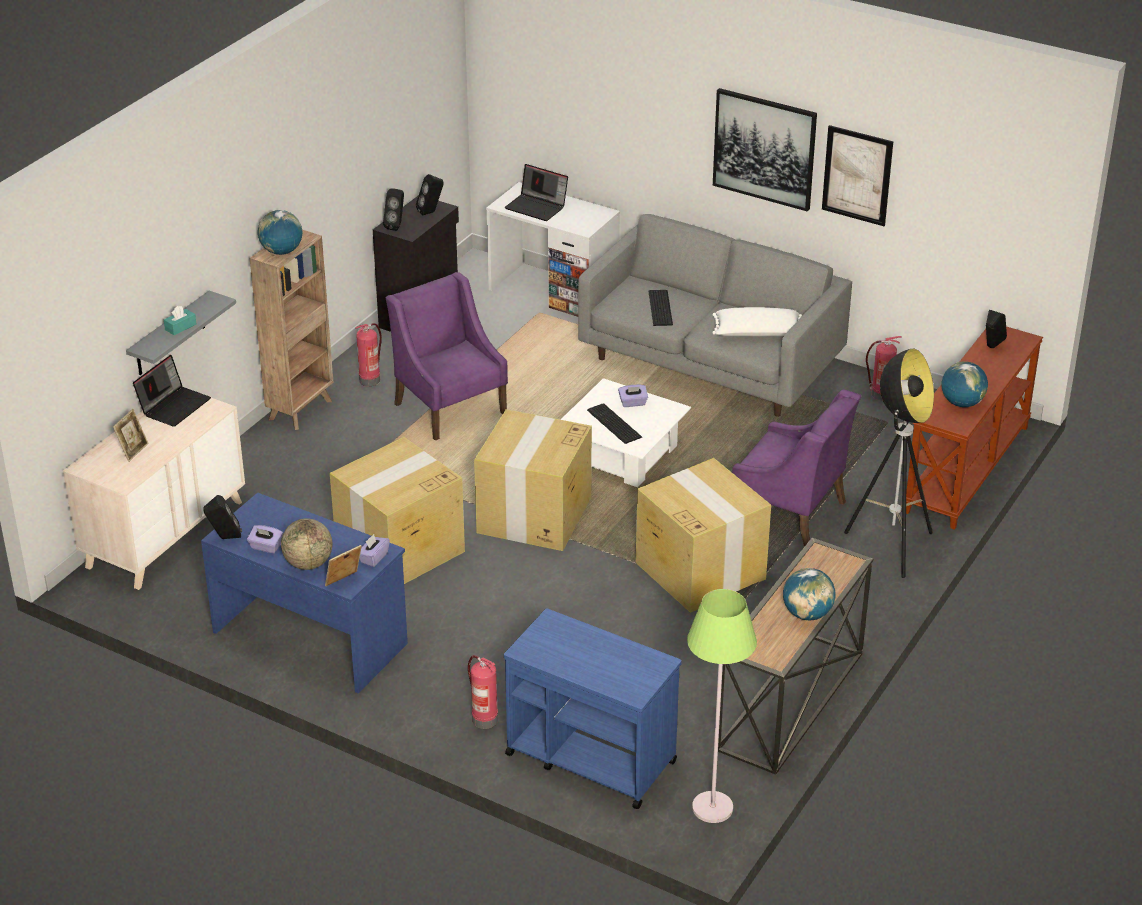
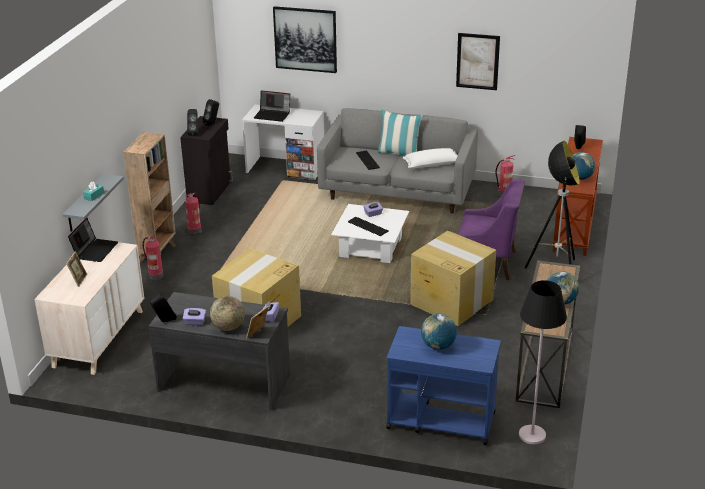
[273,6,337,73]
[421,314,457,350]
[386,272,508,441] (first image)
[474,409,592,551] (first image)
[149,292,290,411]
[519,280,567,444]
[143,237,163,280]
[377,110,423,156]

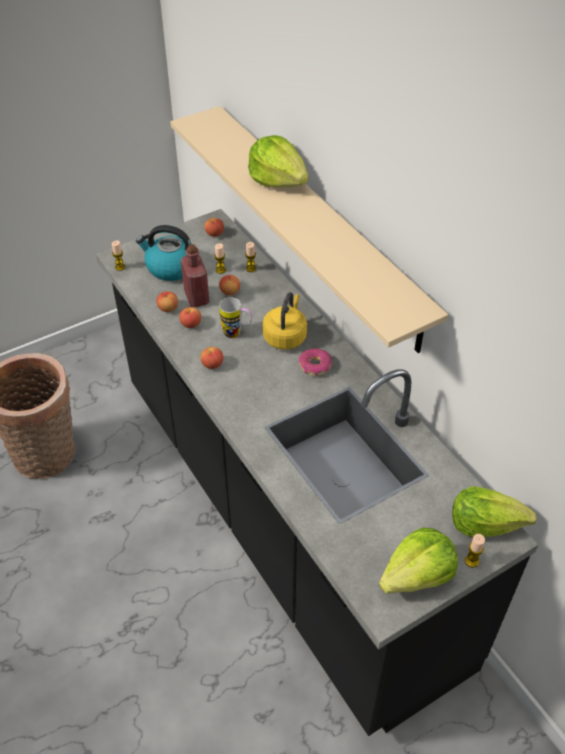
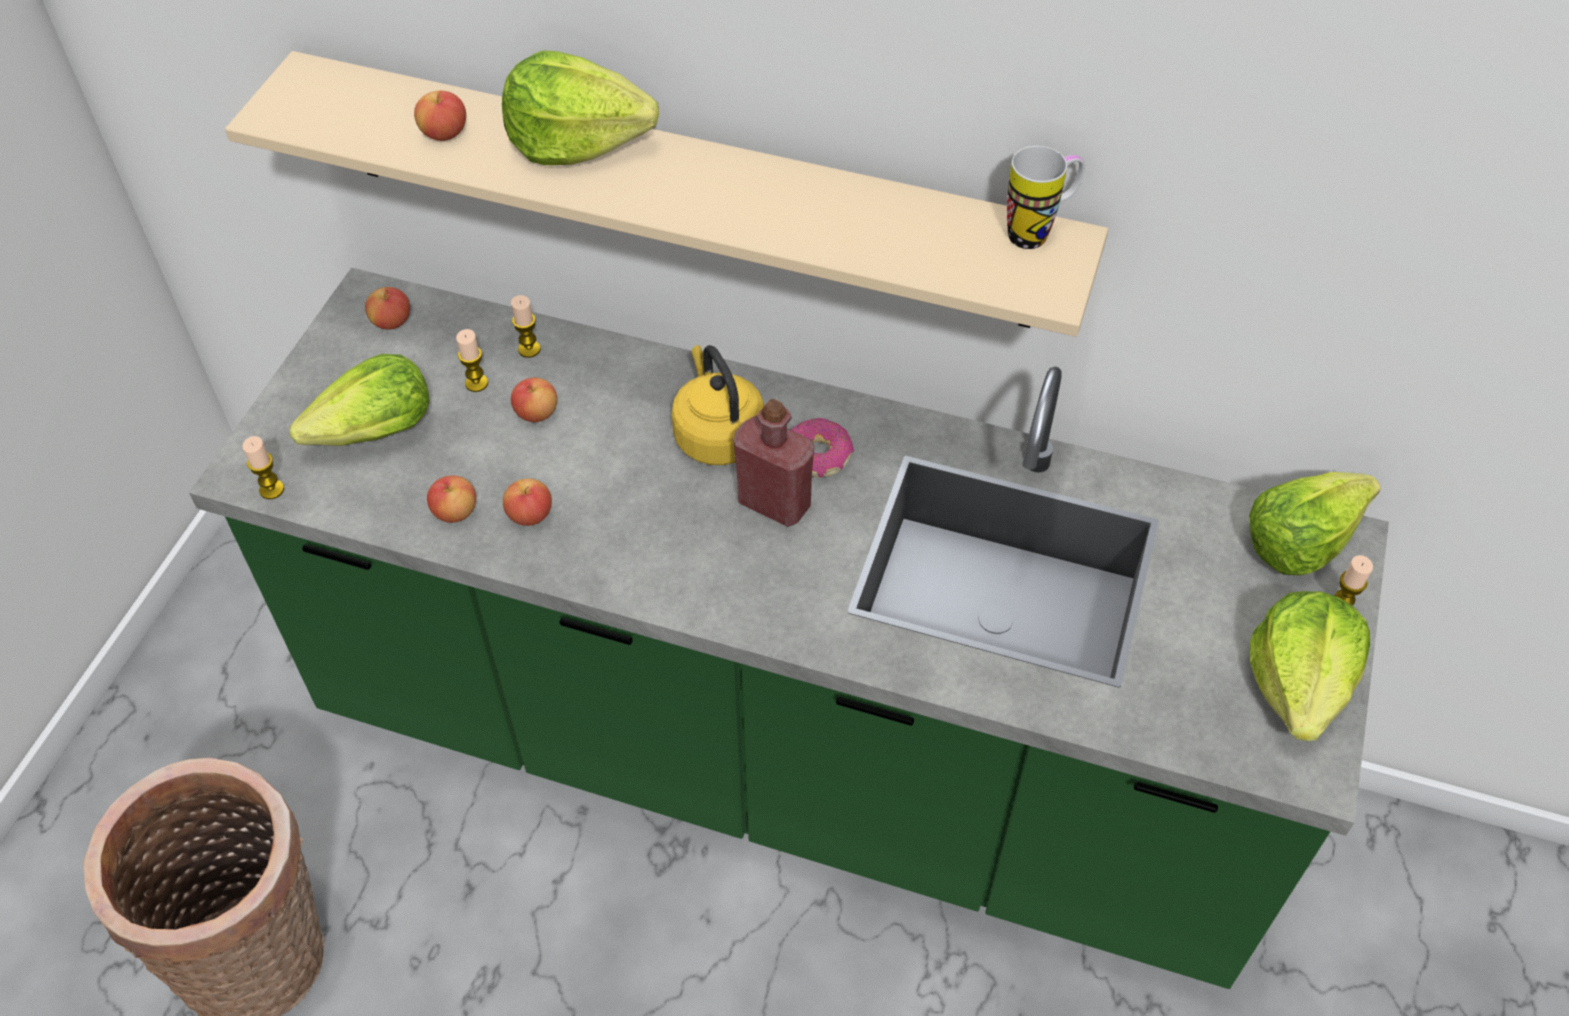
[189,267,1389,989]
[290,354,430,446]
[734,399,814,527]
[1007,146,1085,249]
[414,91,466,141]

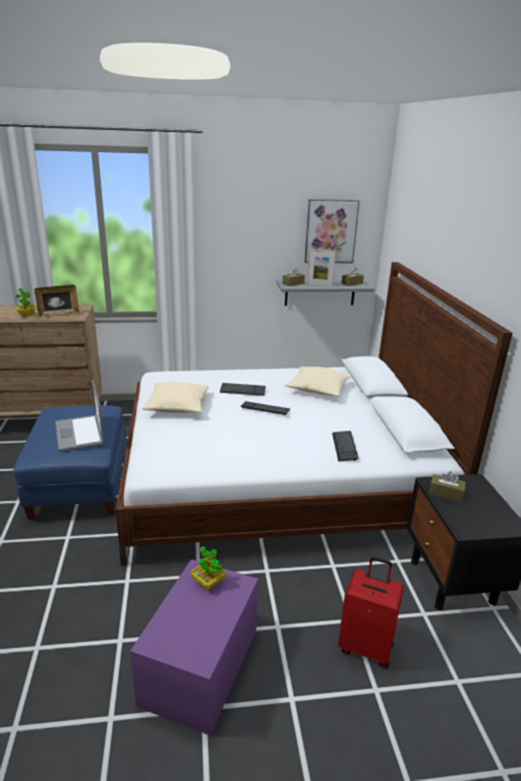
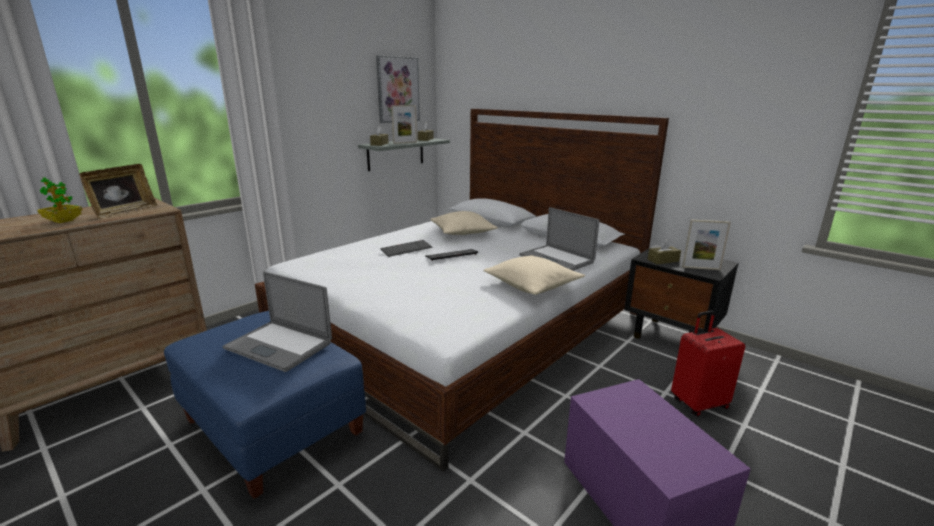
[483,255,585,295]
[519,207,599,271]
[191,547,226,590] (first image)
[682,220,731,270]

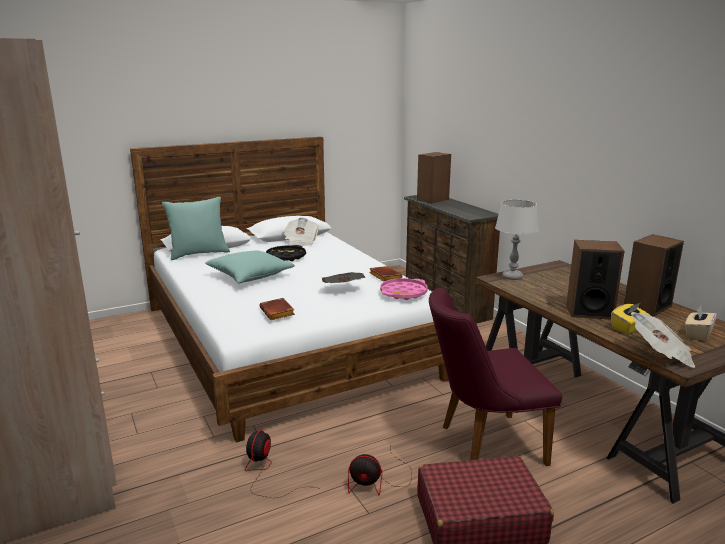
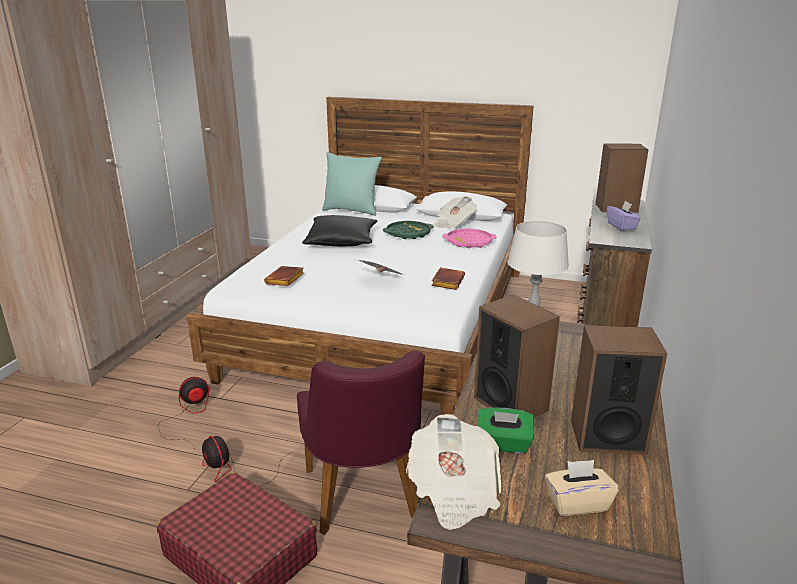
[383,221,434,239]
[302,215,378,246]
[442,229,497,248]
[297,351,425,535]
[477,408,533,454]
[607,201,641,231]

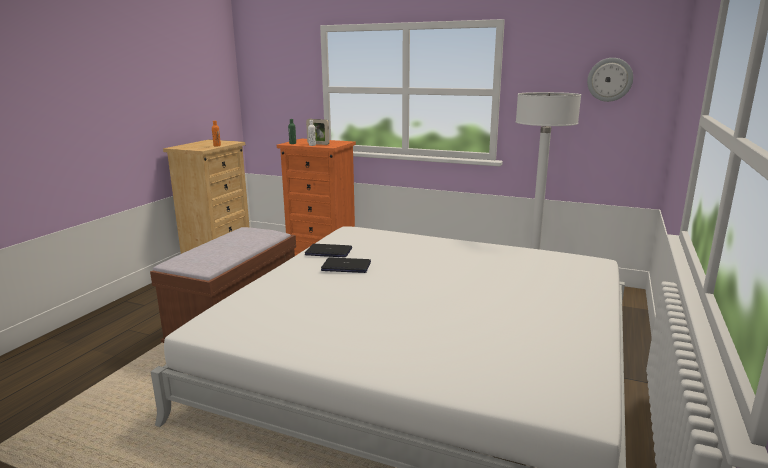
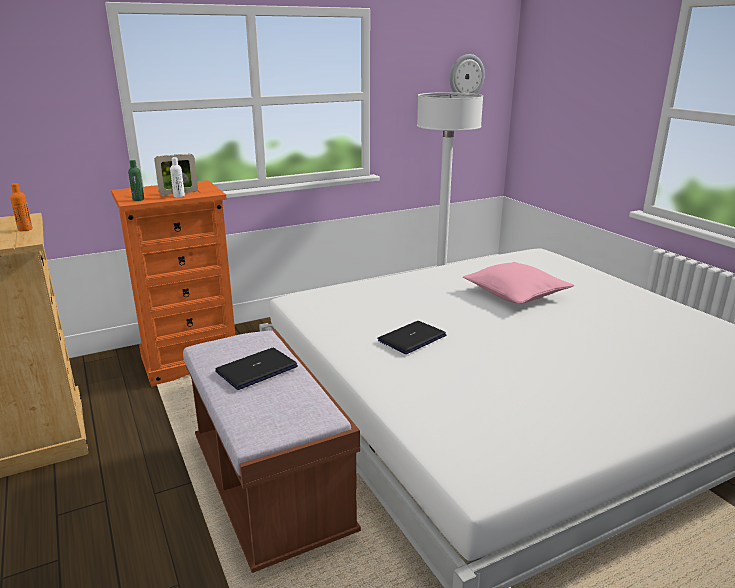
[215,348,298,390]
[463,262,574,304]

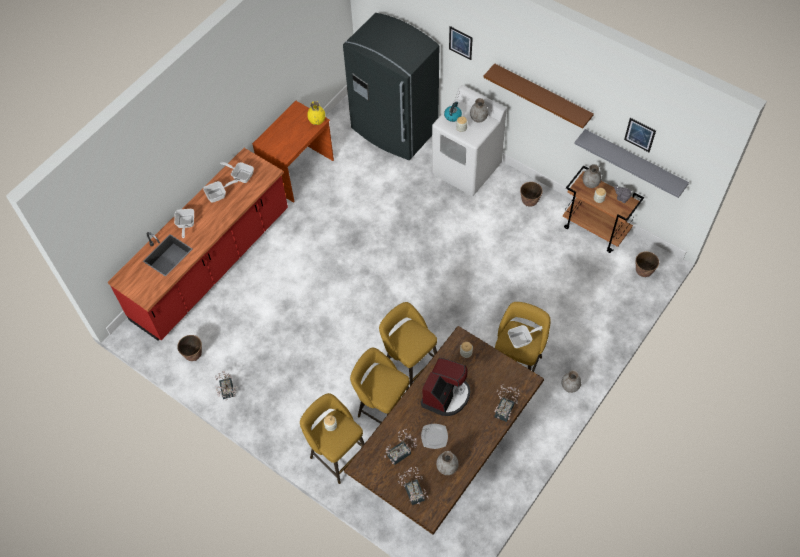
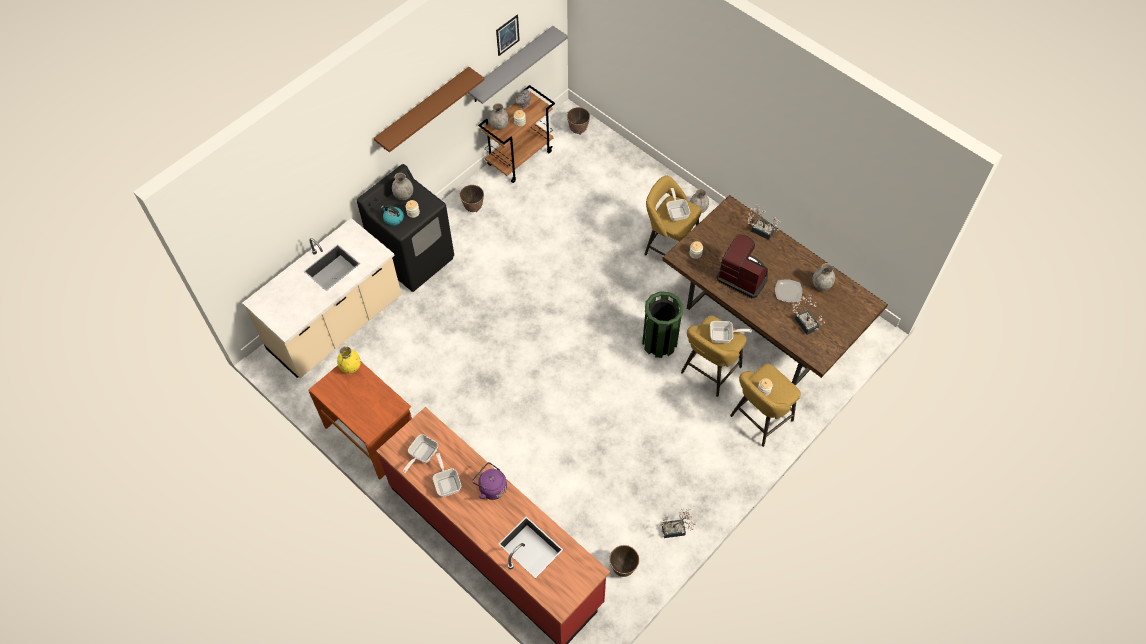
[242,218,401,378]
[449,26,473,60] (first image)
[357,164,454,292]
[710,321,752,343]
[642,291,683,358]
[398,467,429,505] (first image)
[472,462,507,500]

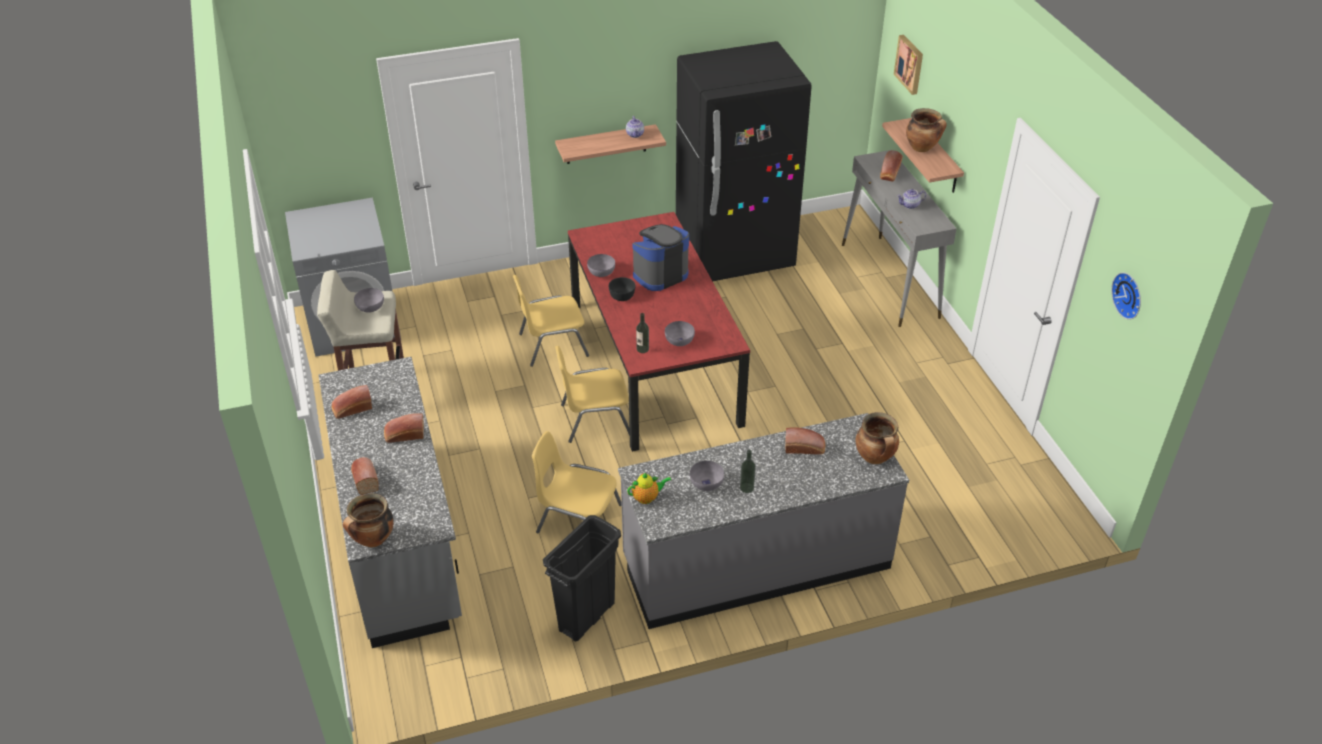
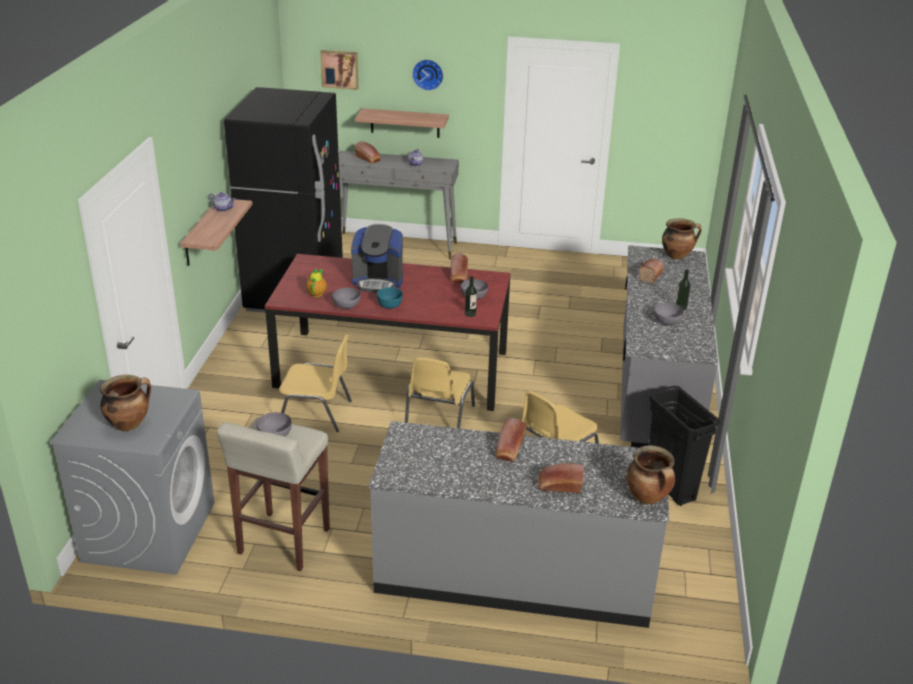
[100,375,151,431]
[351,224,403,293]
[412,59,443,91]
[279,334,352,432]
[377,287,403,309]
[451,253,468,283]
[306,268,327,297]

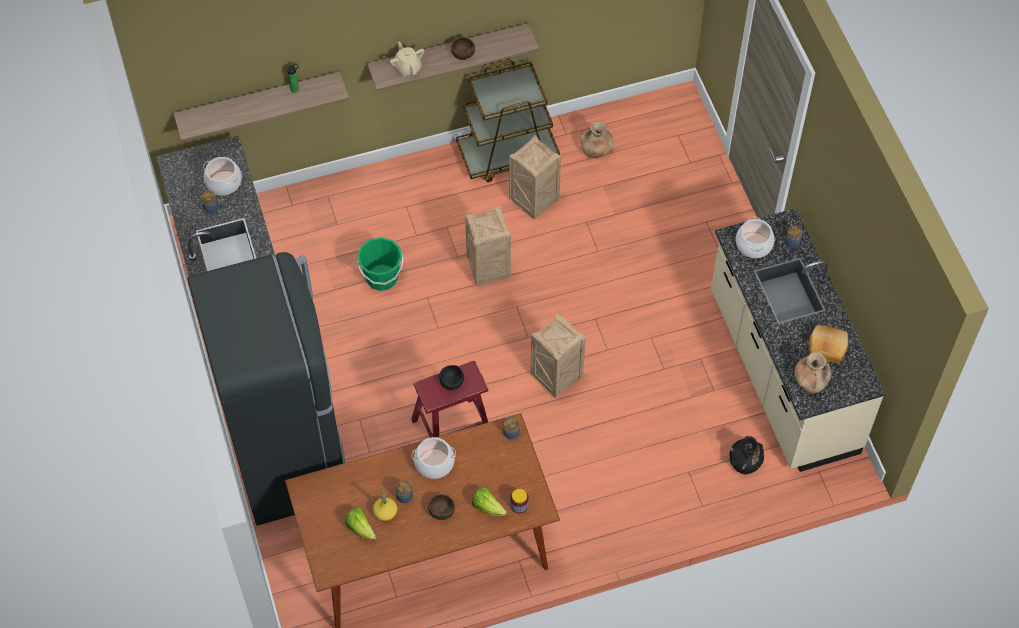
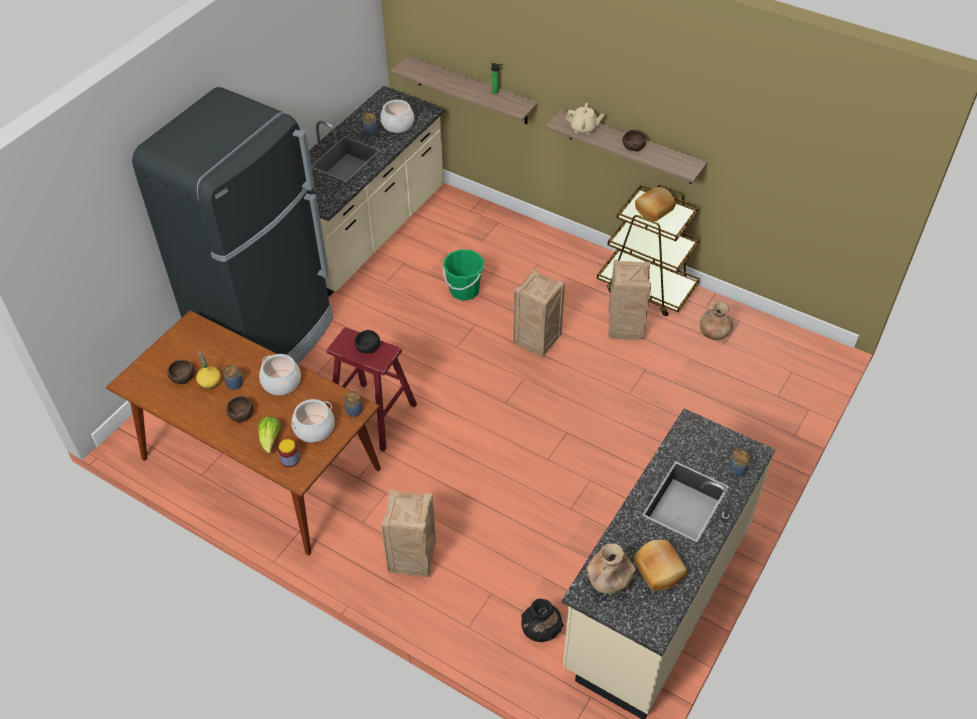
[566,103,604,135]
[291,399,335,443]
[381,489,436,577]
[167,360,194,384]
[635,187,676,221]

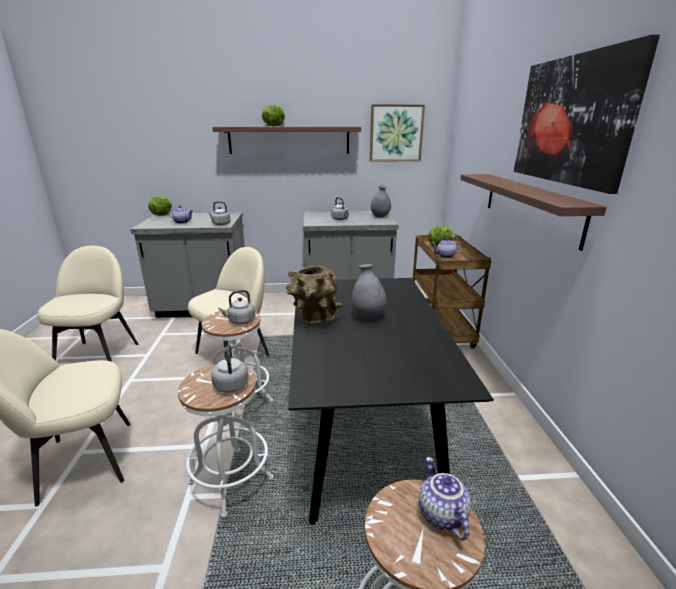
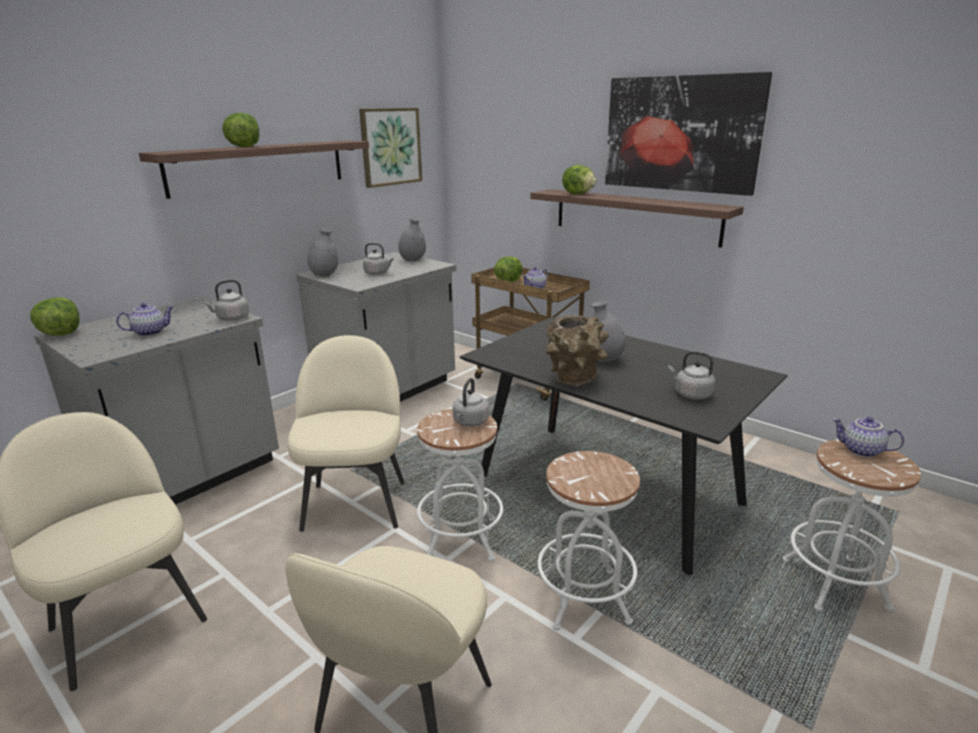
[668,351,715,400]
[562,165,597,194]
[307,228,338,277]

